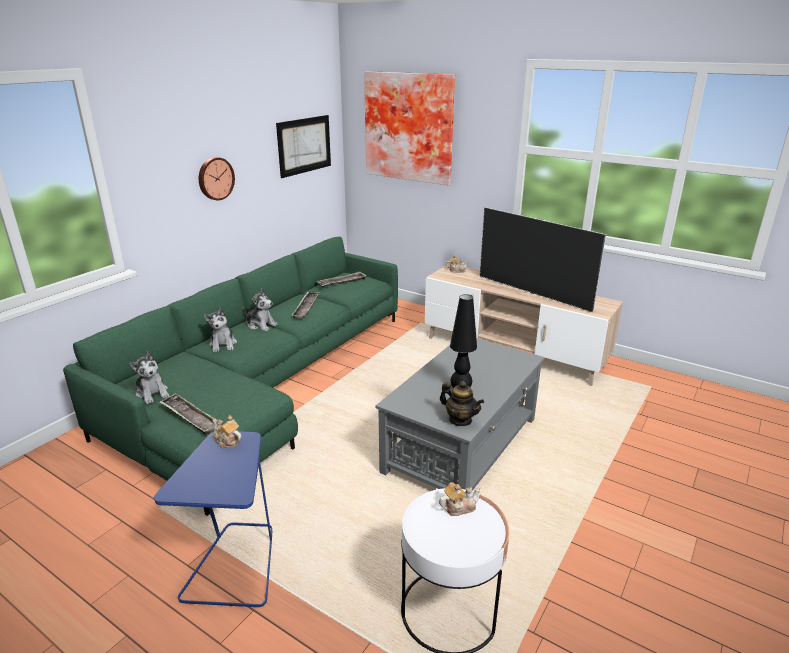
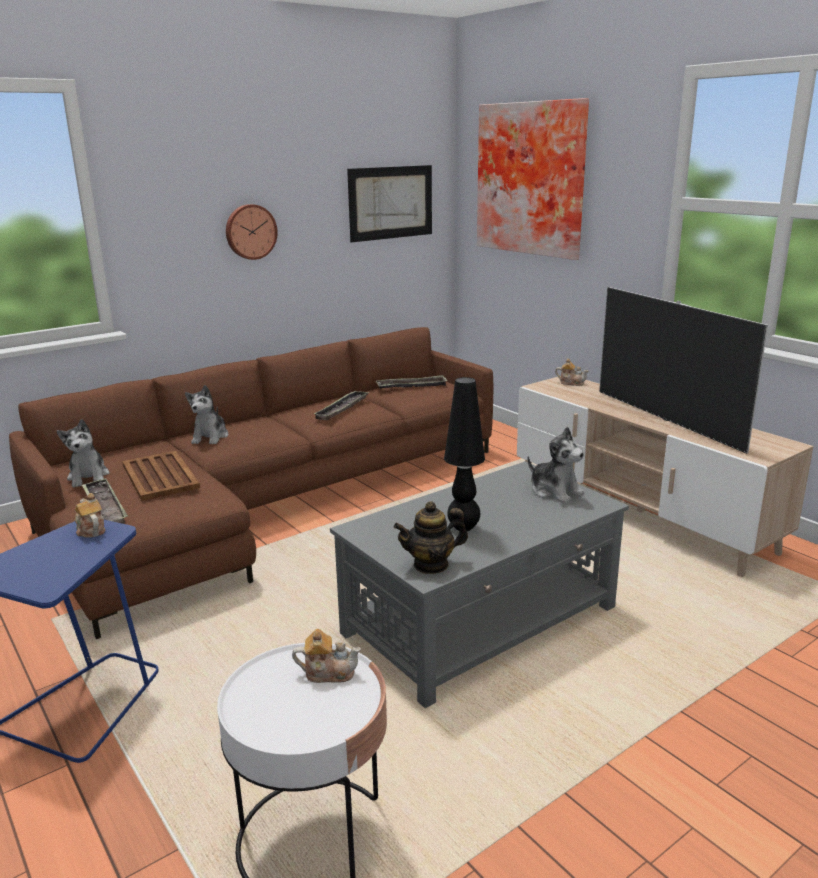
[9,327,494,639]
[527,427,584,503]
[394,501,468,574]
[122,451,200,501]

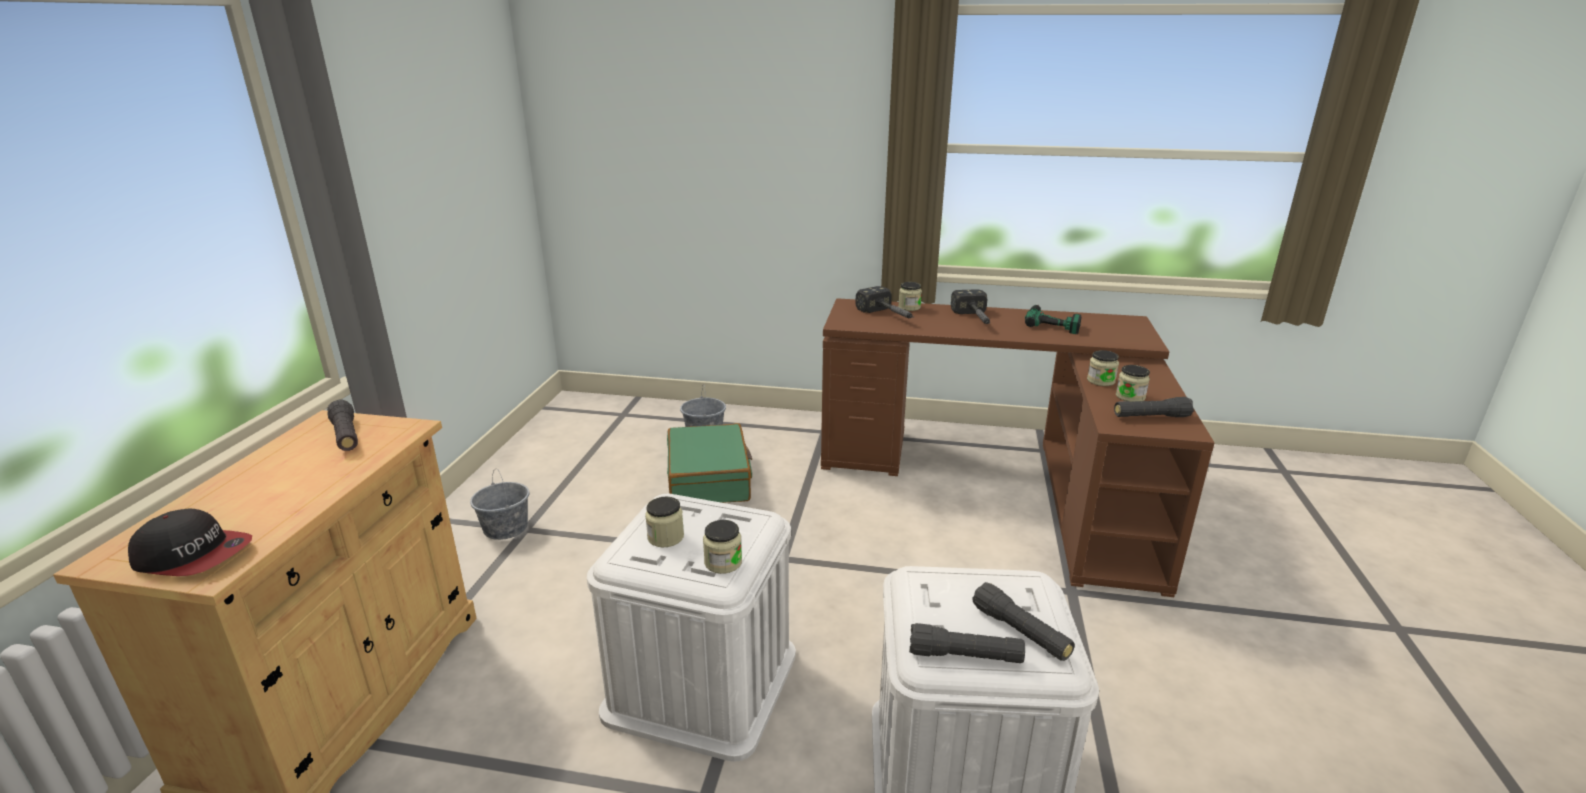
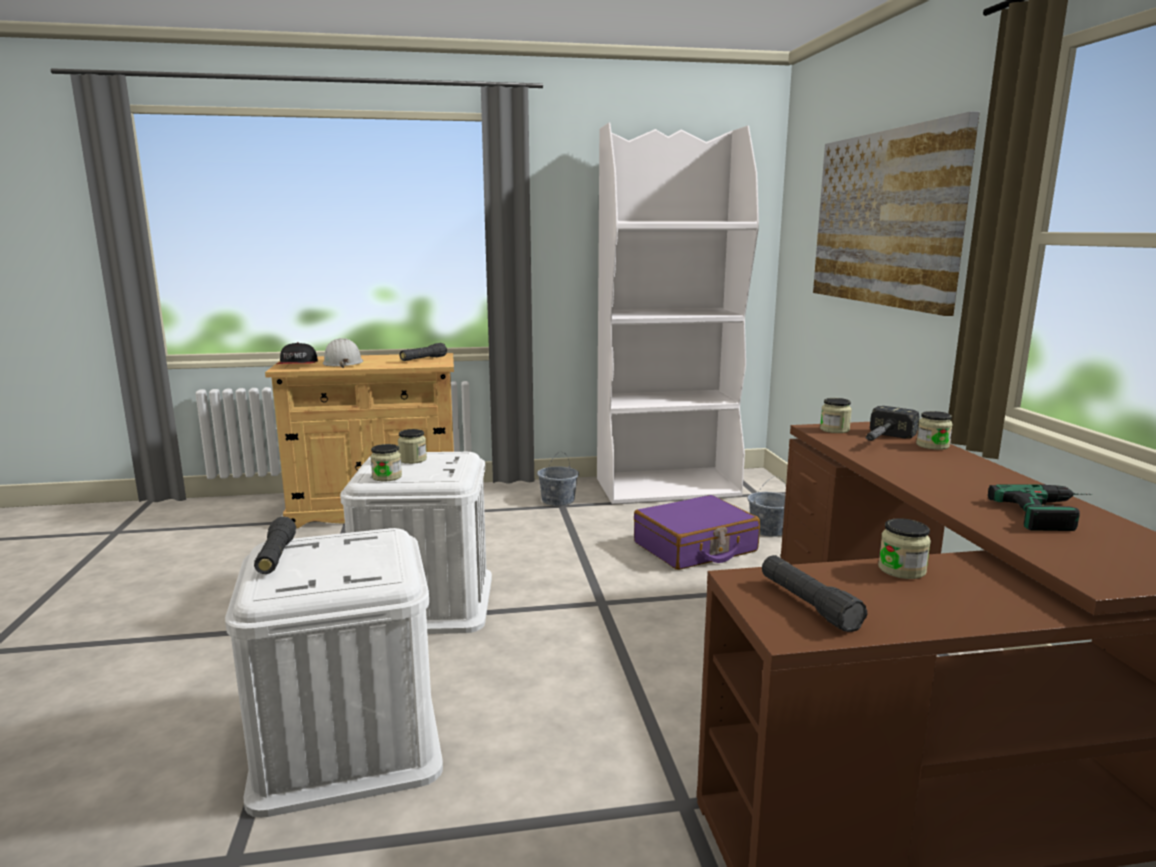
[951,289,990,324] (first image)
[820,398,852,433]
[634,495,760,570]
[972,582,1075,661] (first image)
[813,111,980,316]
[597,122,759,504]
[323,338,363,368]

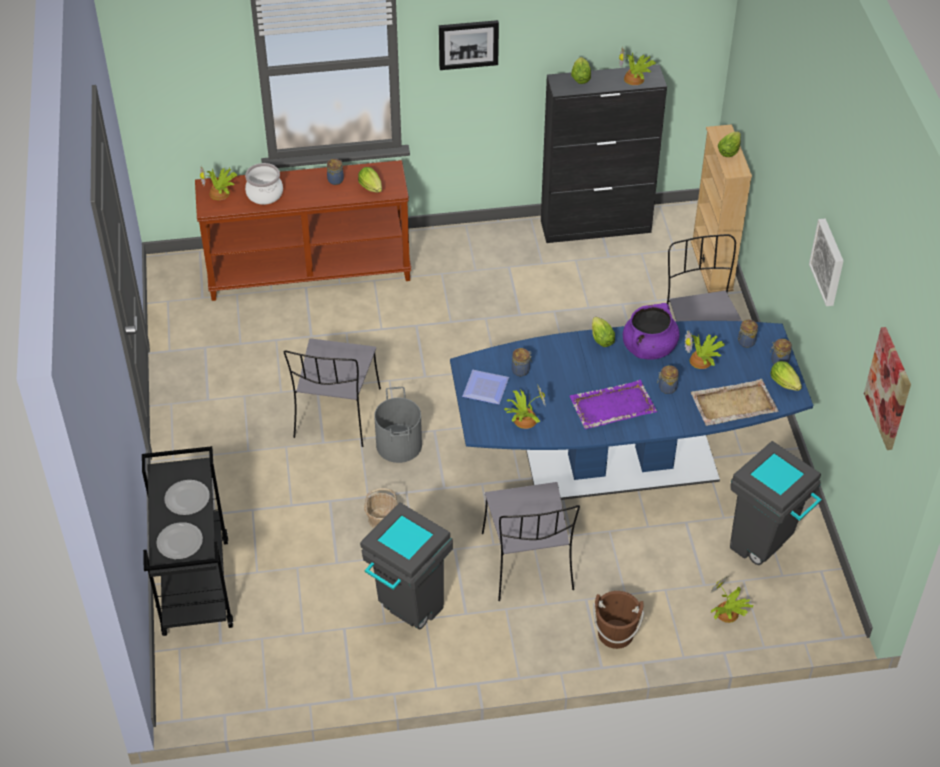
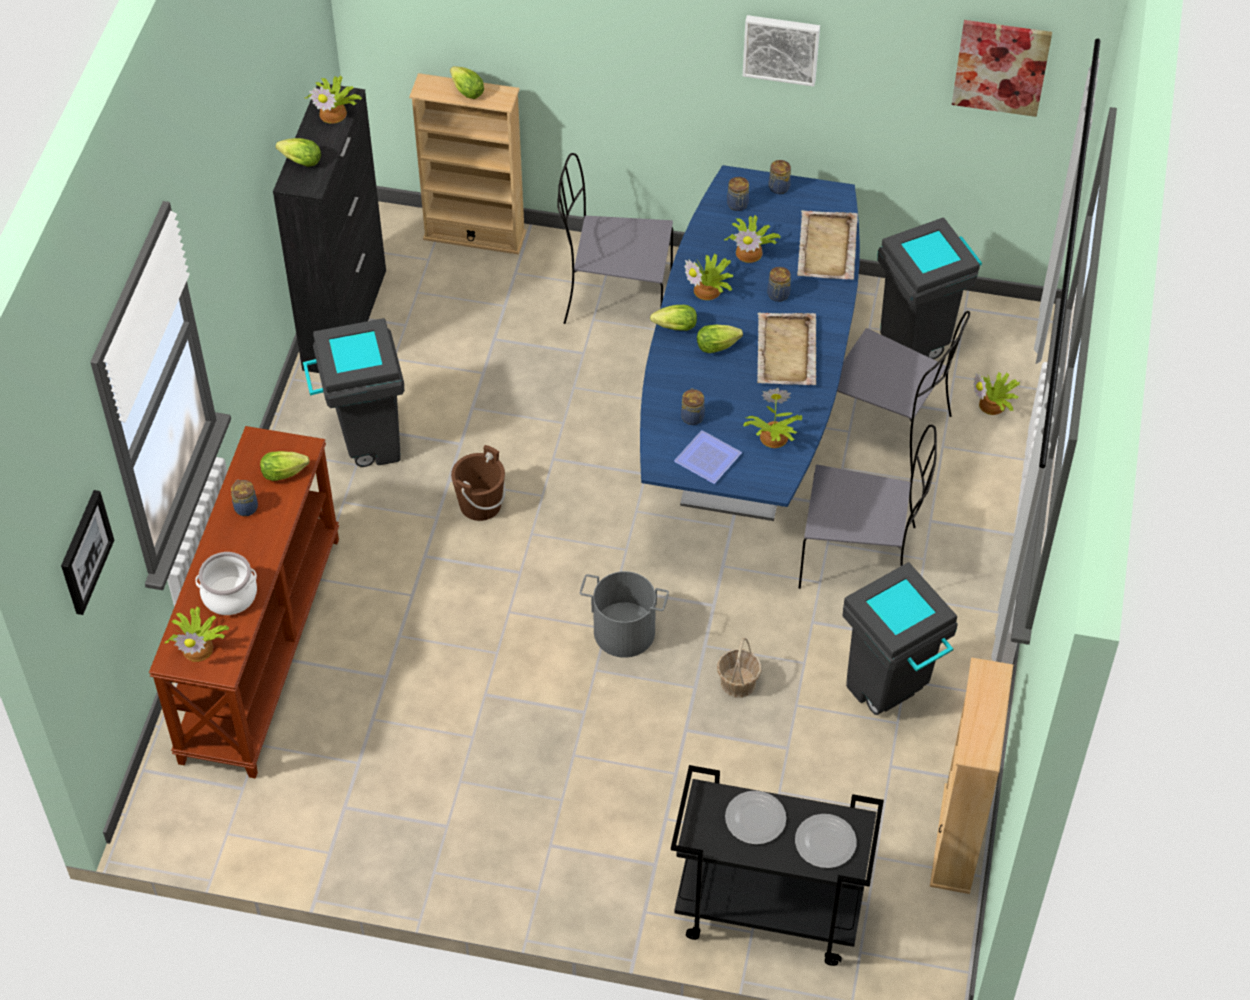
[61,490,114,615]
[684,254,733,300]
[821,311,970,473]
[697,325,743,353]
[757,312,817,385]
[451,445,506,521]
[303,318,404,467]
[930,657,1013,894]

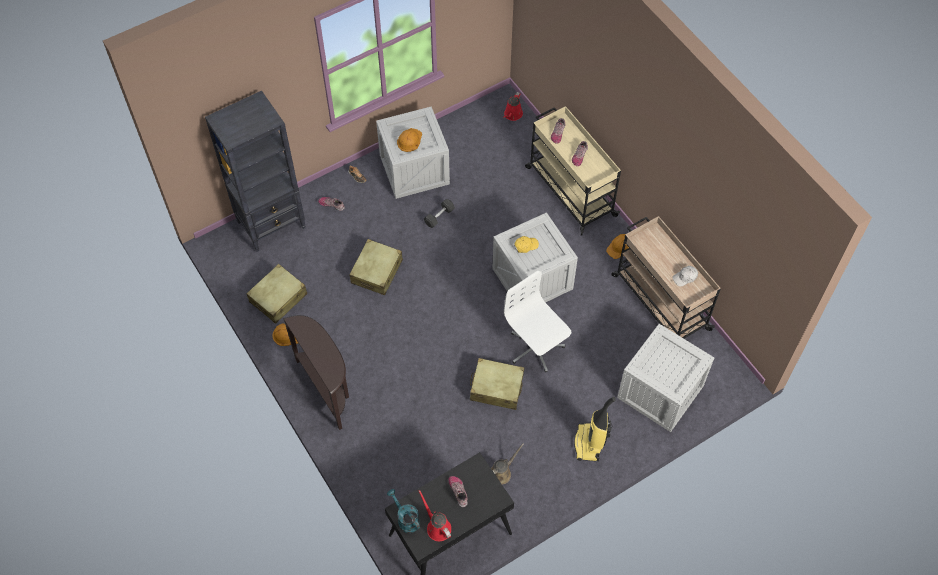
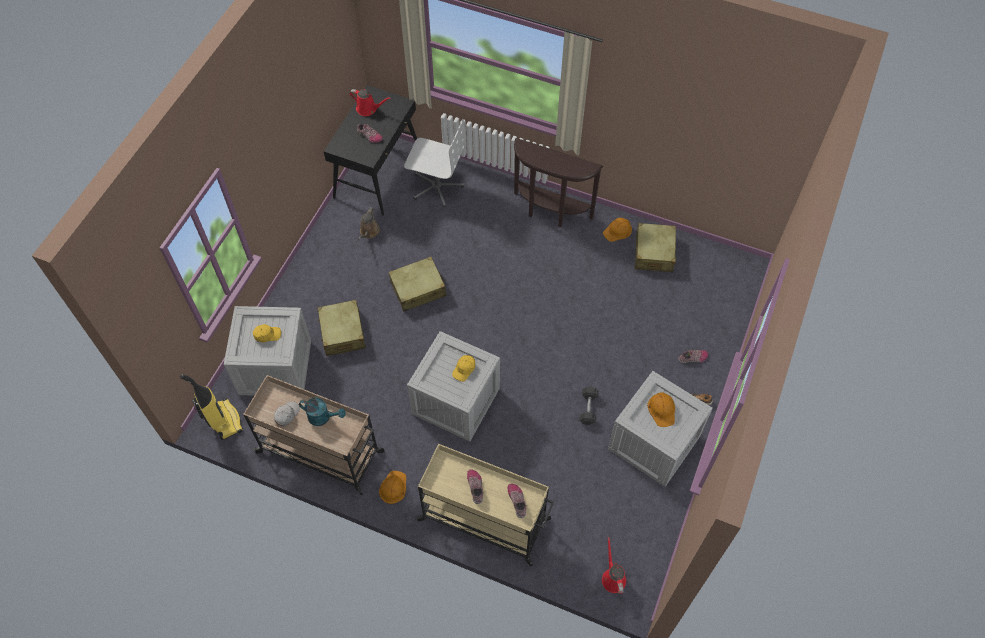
[205,91,306,252] (first image)
[317,300,366,356]
[404,119,466,207]
[180,374,243,440]
[299,398,346,426]
[253,324,281,342]

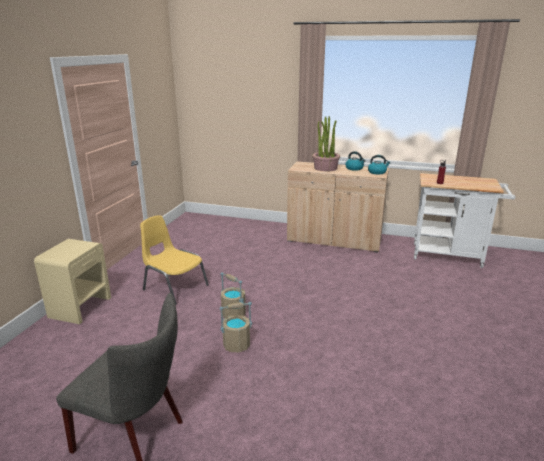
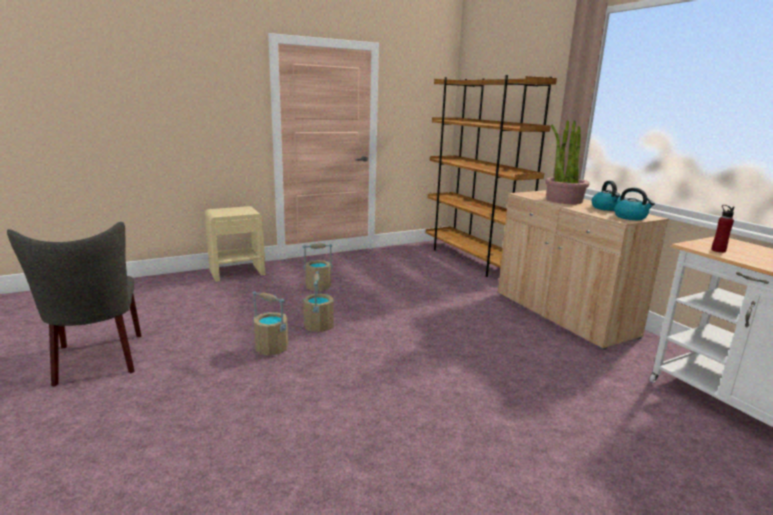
[303,244,333,291]
[426,75,557,277]

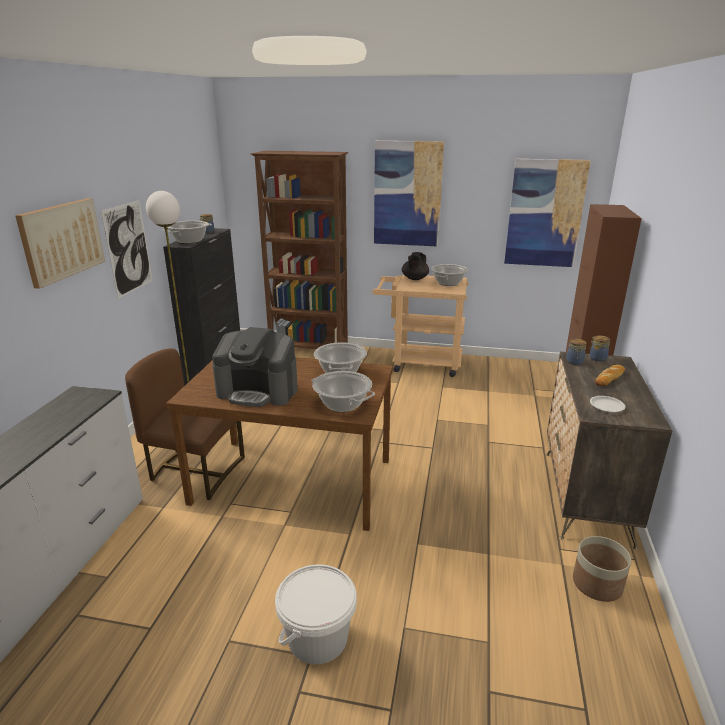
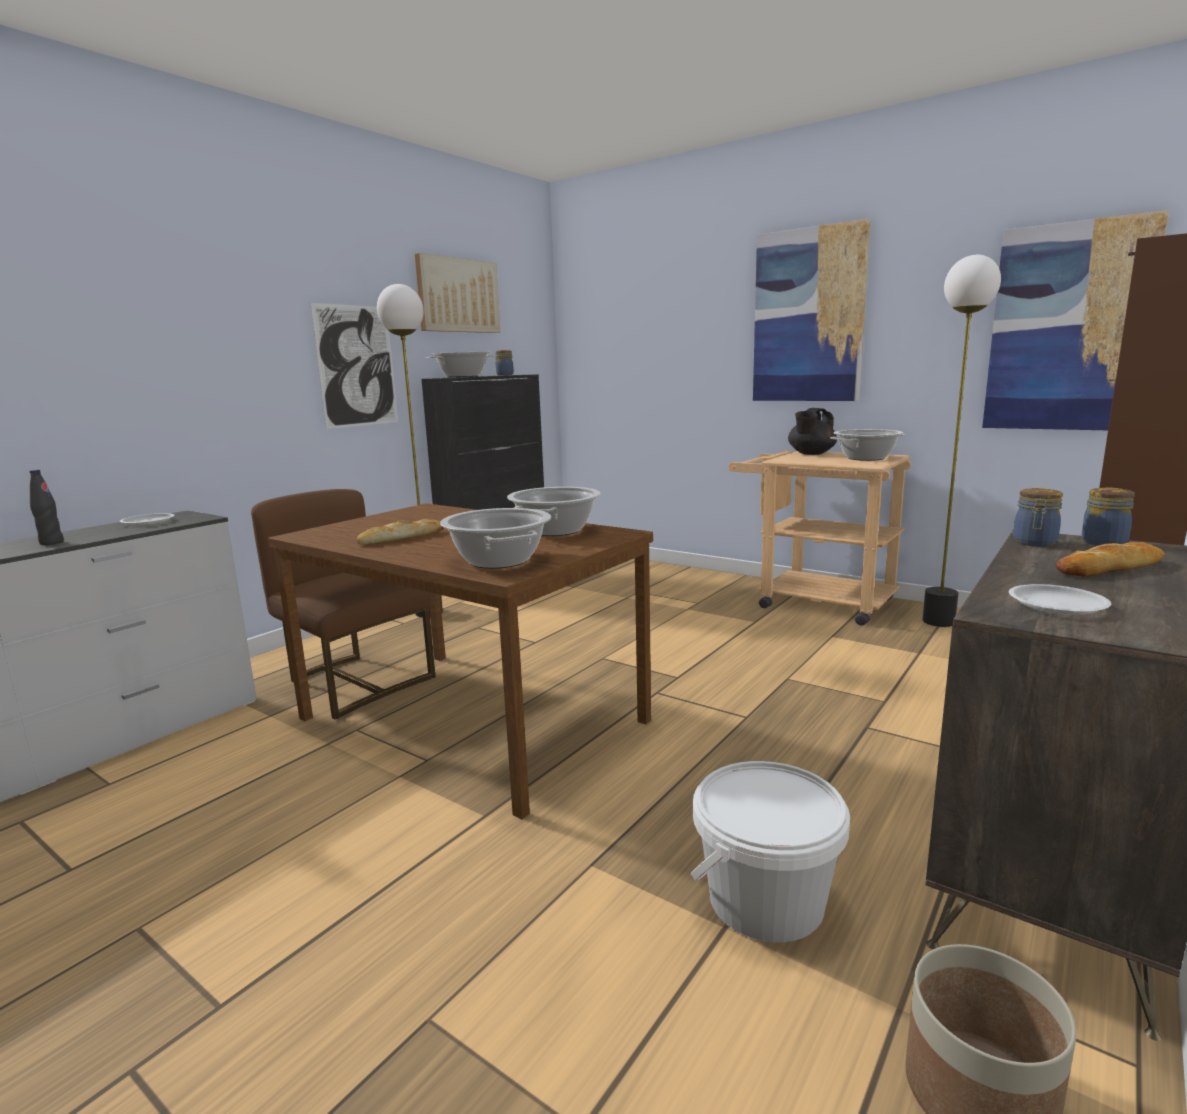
[251,151,348,349] (first image)
[415,253,500,333]
[357,519,444,545]
[691,761,850,943]
[922,255,1001,627]
[30,470,64,545]
[120,513,174,526]

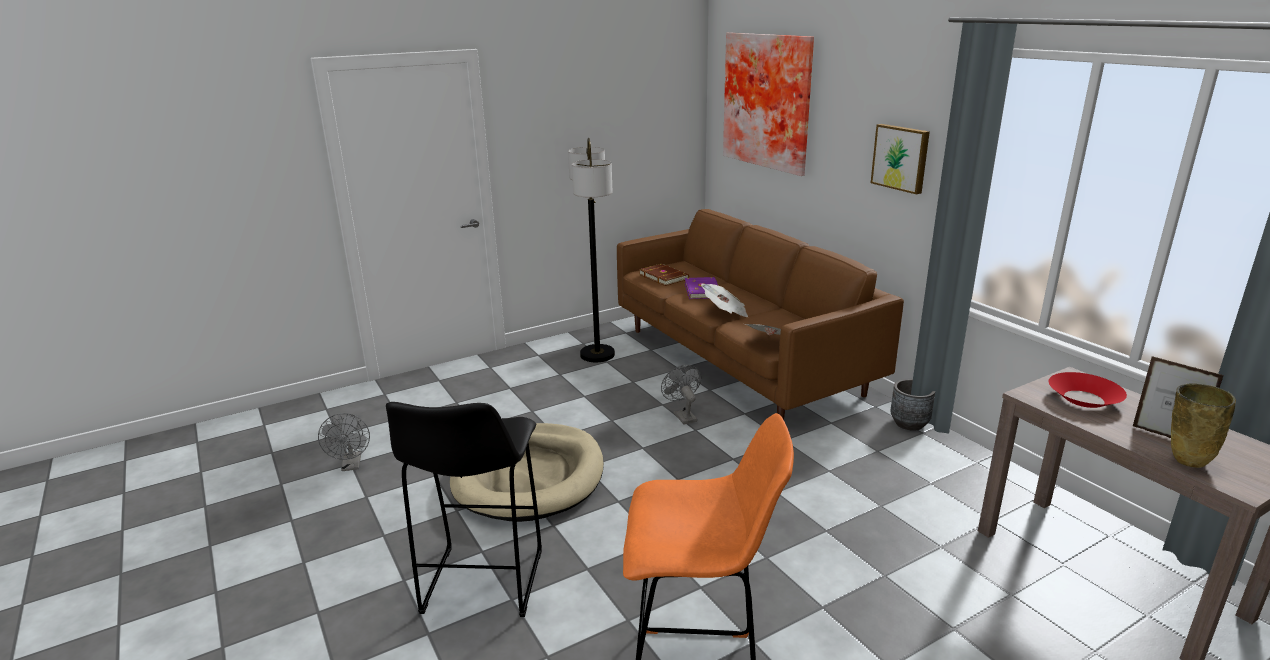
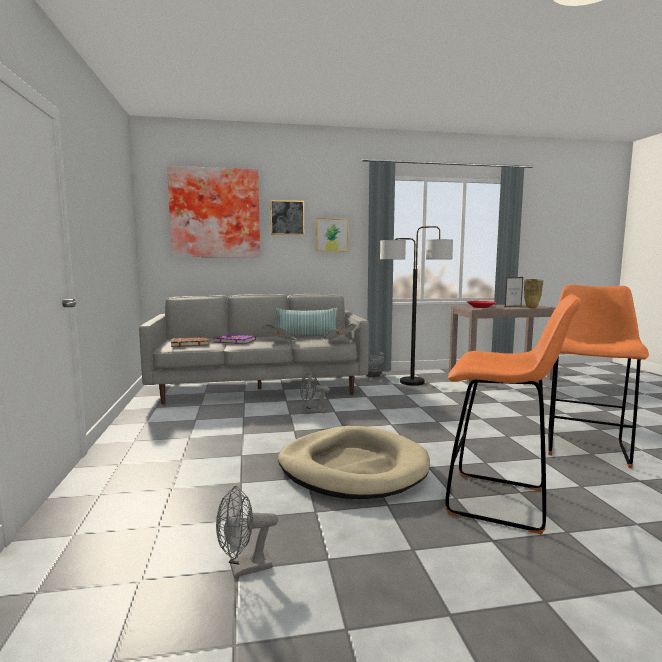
[380,226,453,386]
[139,294,369,404]
[446,294,581,535]
[216,486,278,578]
[270,200,304,235]
[275,308,338,337]

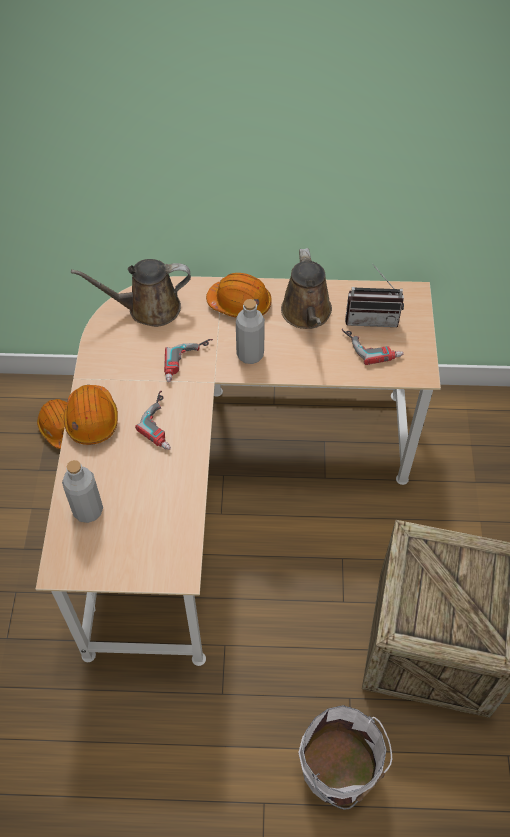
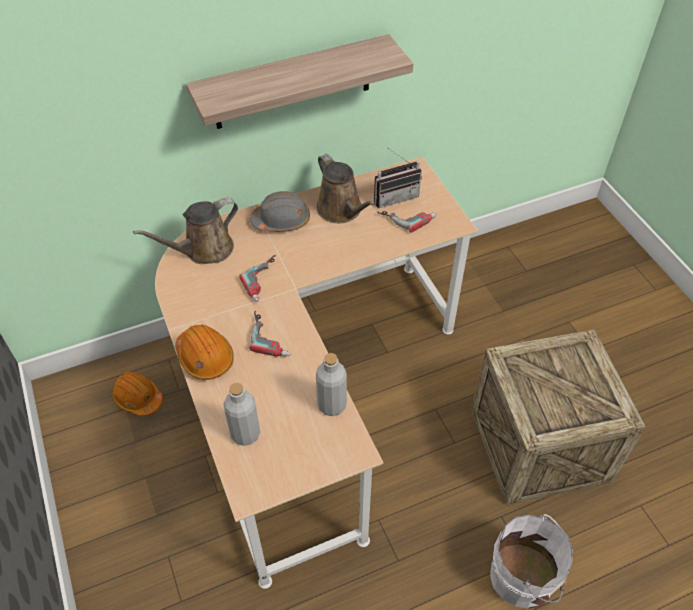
[250,191,310,232]
[316,353,347,416]
[186,34,413,129]

